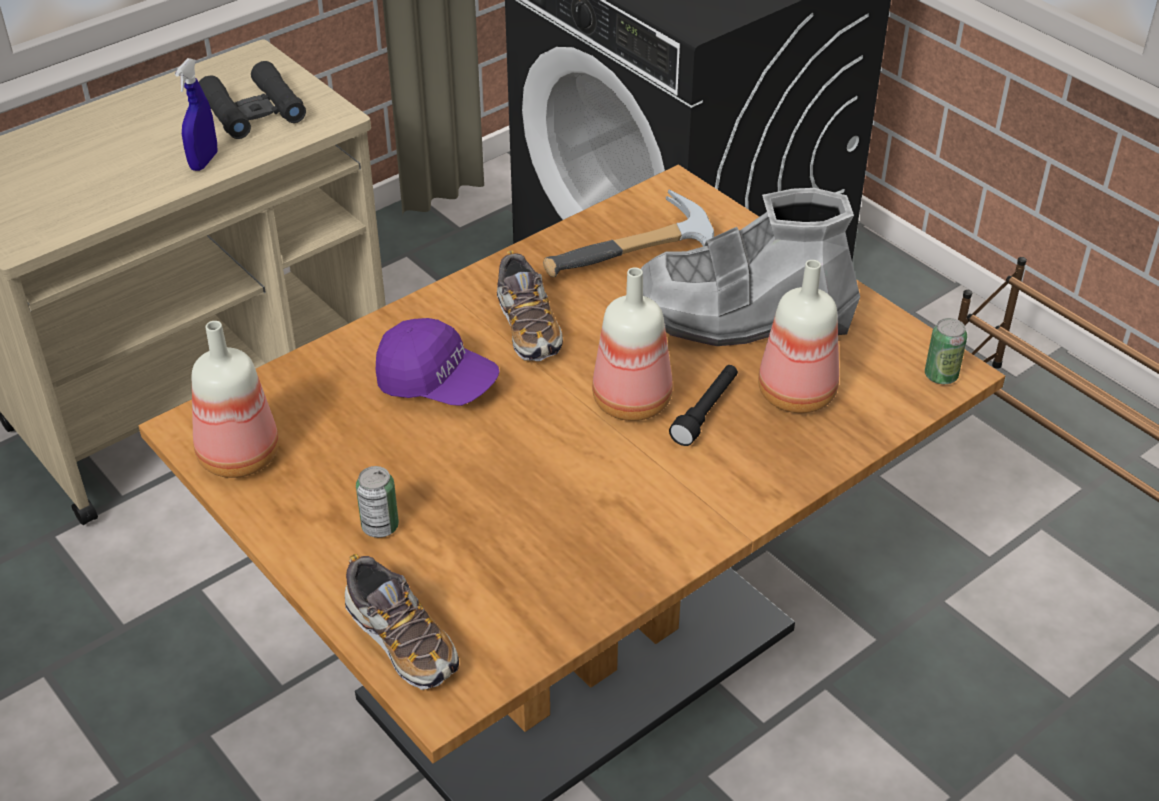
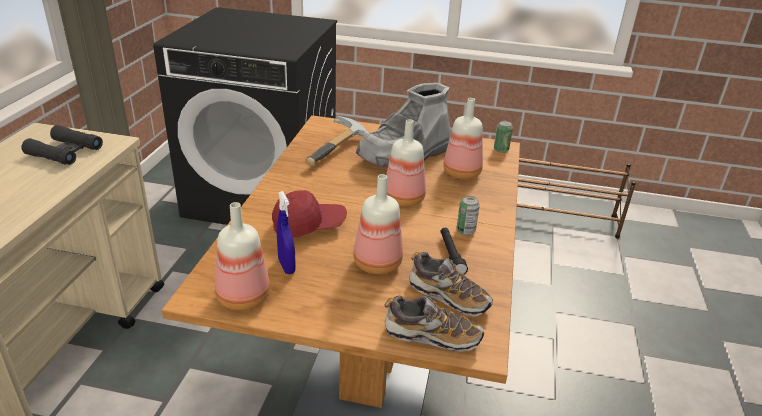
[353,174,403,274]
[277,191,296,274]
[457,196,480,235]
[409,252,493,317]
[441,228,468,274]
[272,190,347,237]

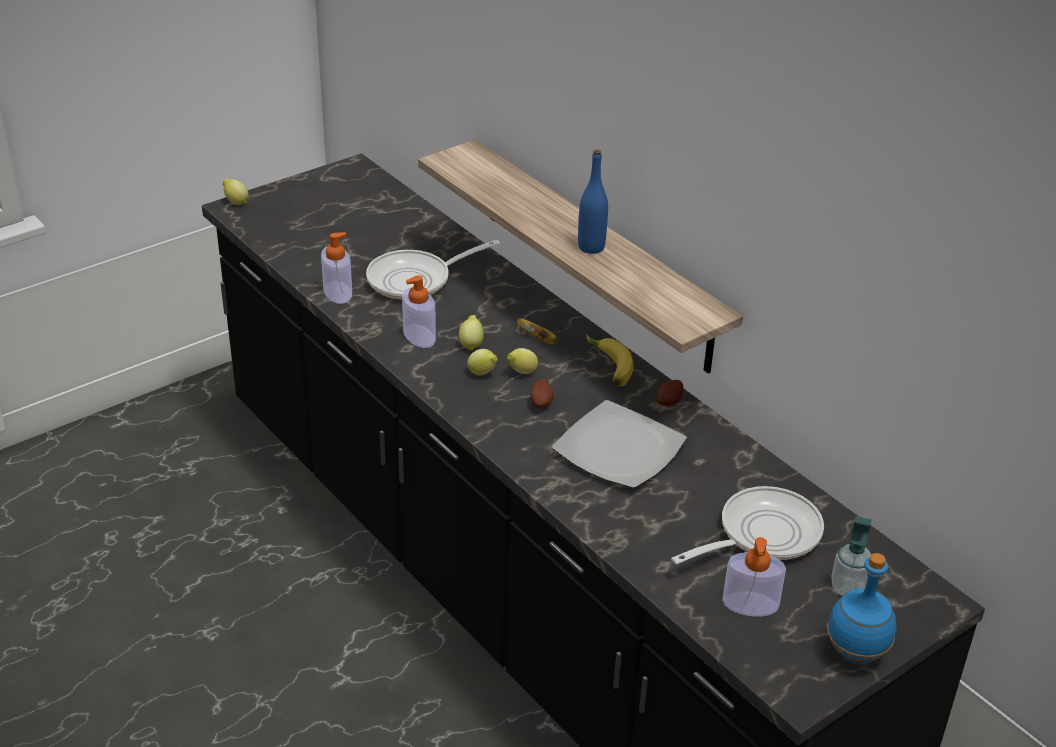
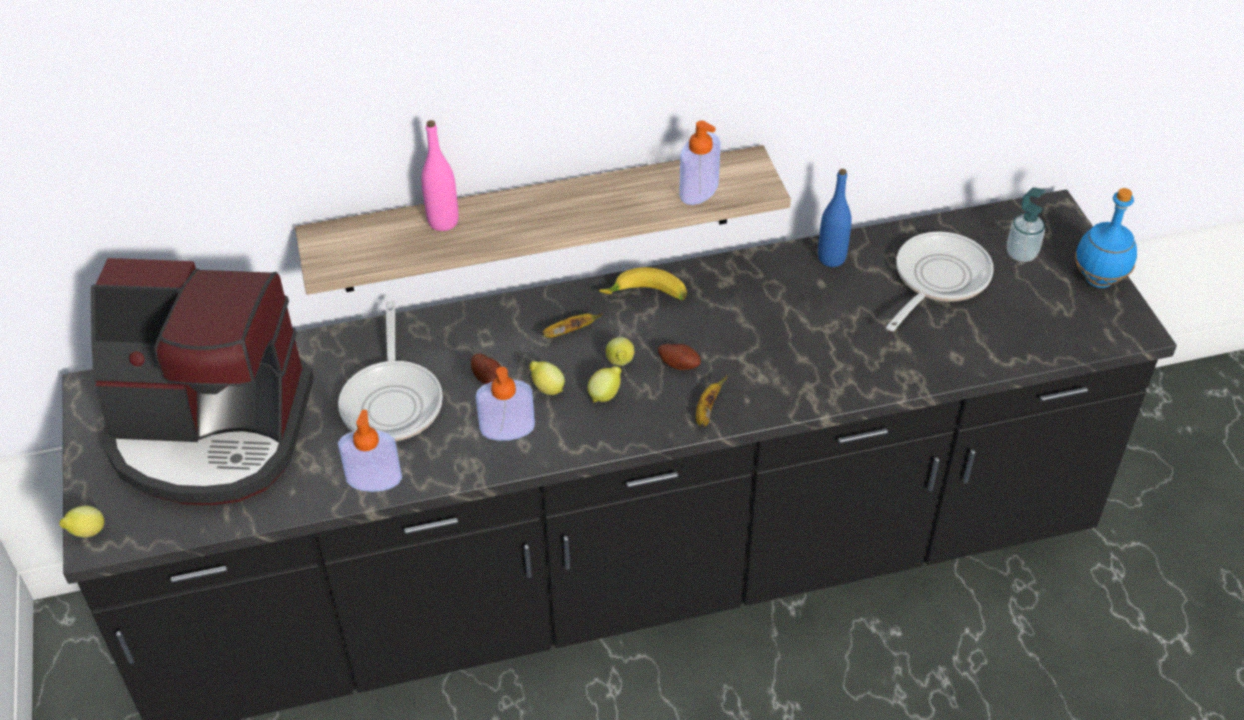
[552,400,687,488] (first image)
[91,258,314,505]
[421,120,458,231]
[696,375,727,427]
[818,169,852,267]
[471,353,501,384]
[679,121,721,205]
[886,231,994,331]

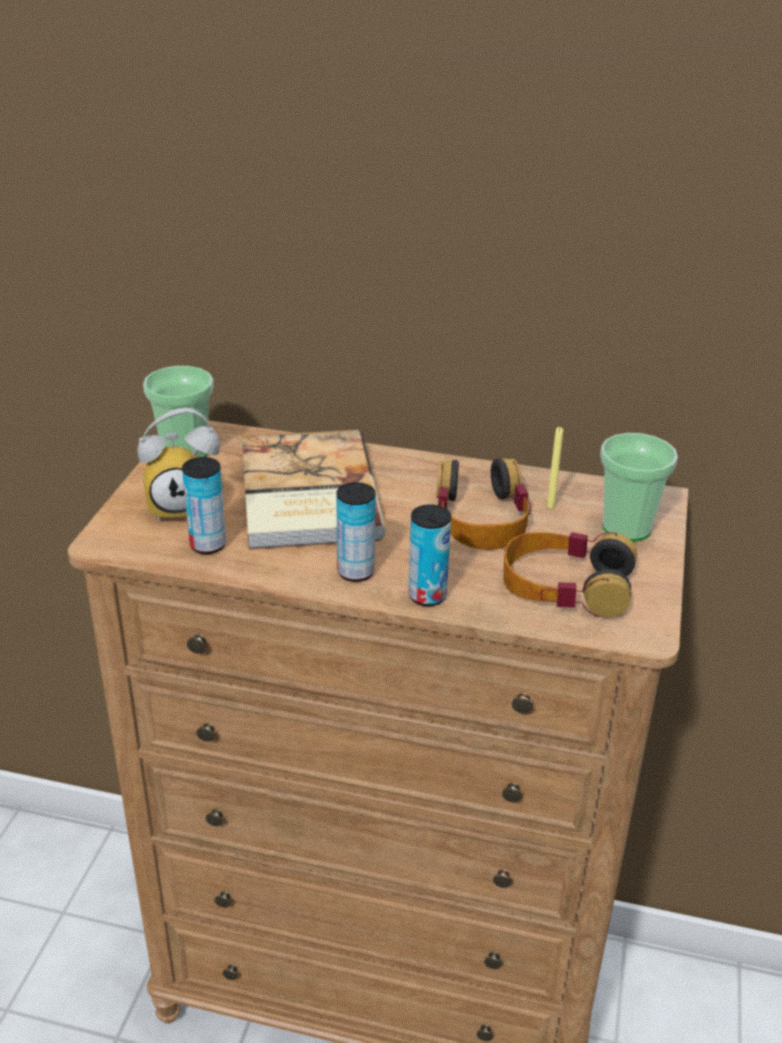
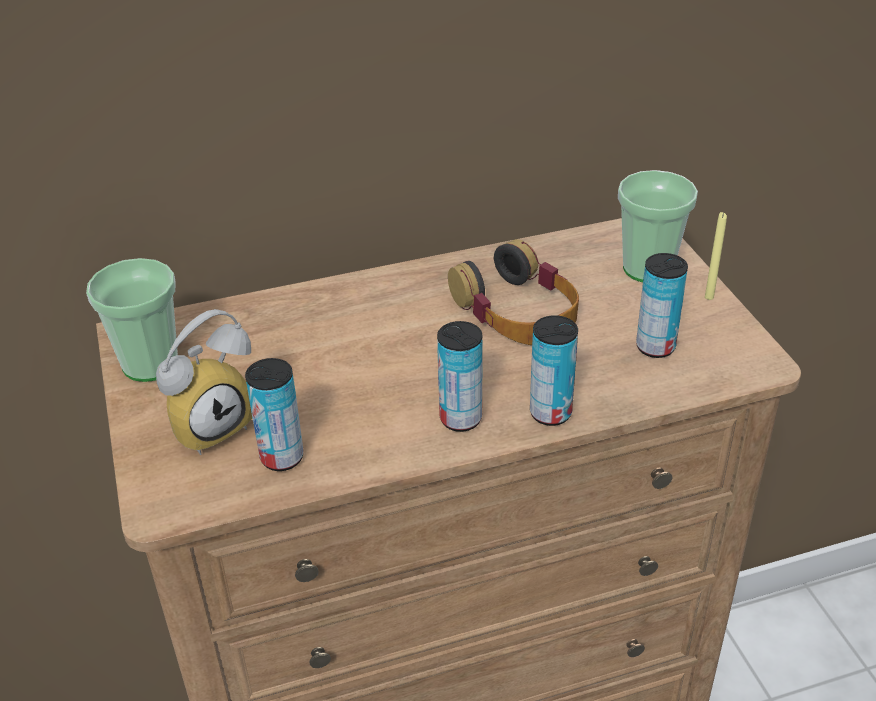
[242,430,386,550] (first image)
[705,212,727,300]
[636,253,688,358]

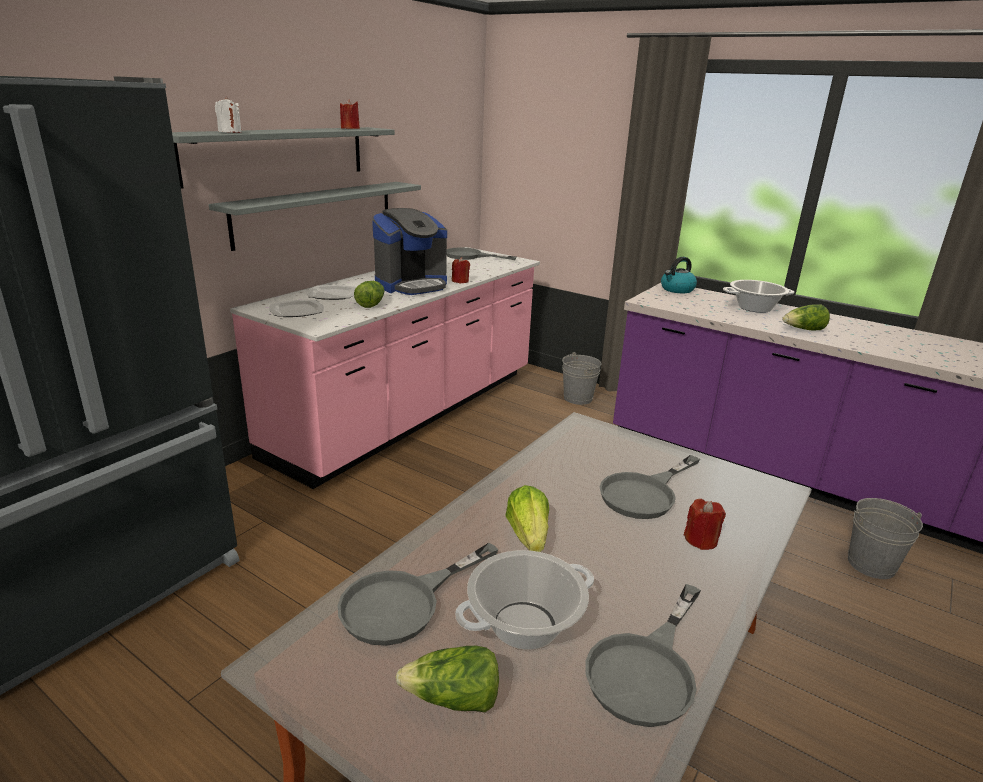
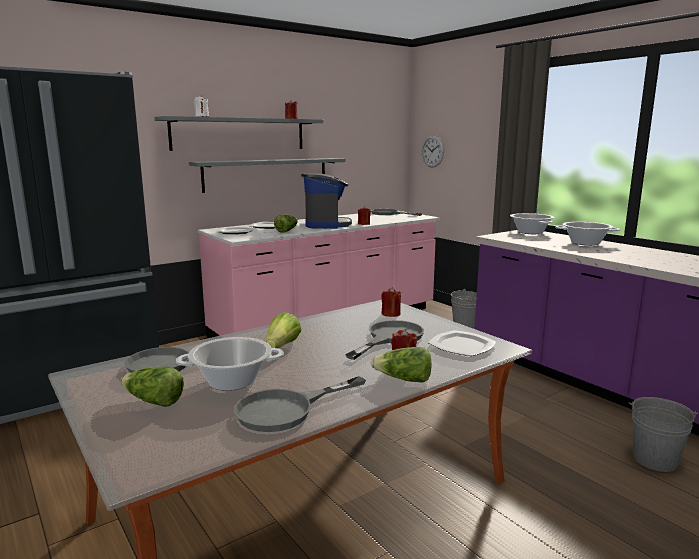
[381,287,401,317]
[422,135,444,167]
[428,330,496,356]
[371,347,432,383]
[510,213,554,234]
[301,173,352,229]
[345,320,424,360]

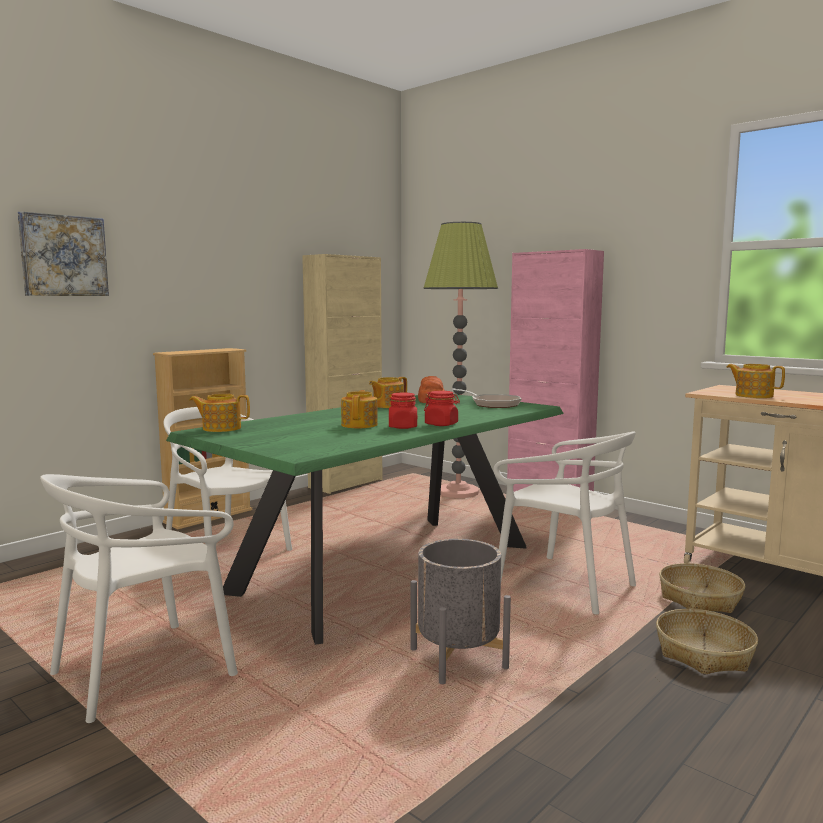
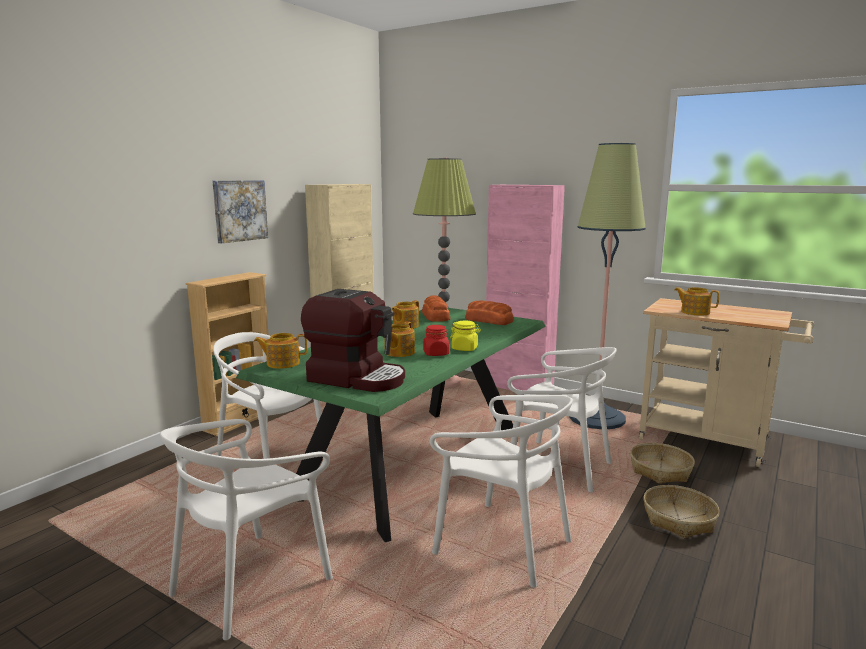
[301,289,405,392]
[569,143,646,429]
[212,180,268,244]
[430,395,573,588]
[465,300,514,325]
[450,321,481,351]
[384,322,415,357]

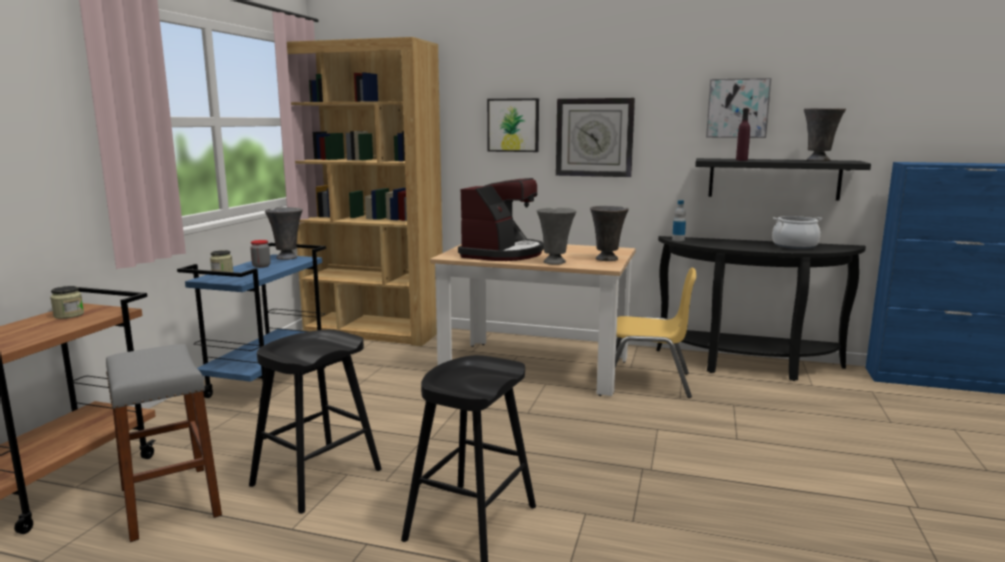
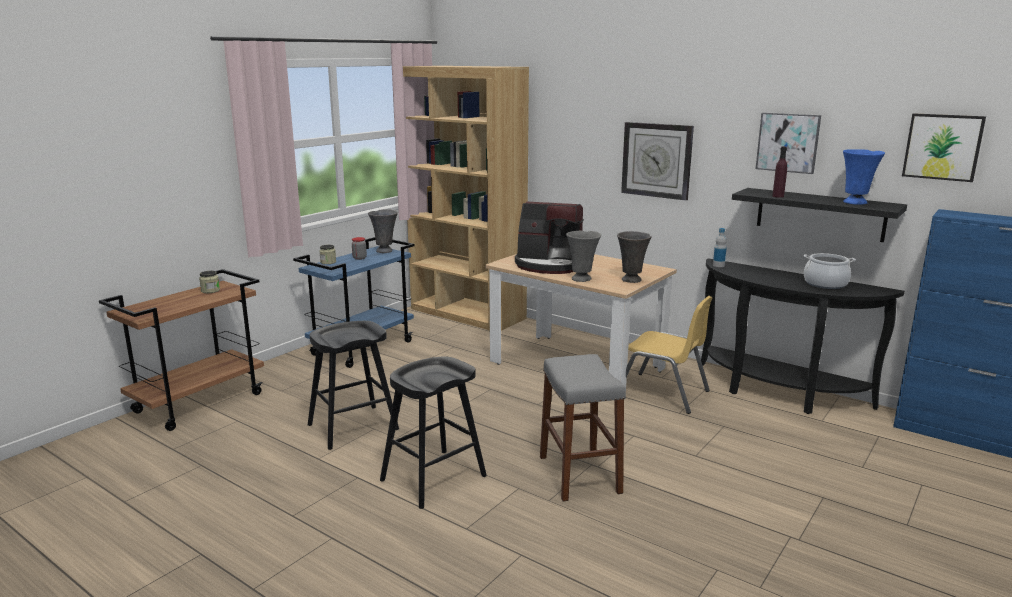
[540,354,626,501]
[902,113,986,182]
[843,149,885,205]
[515,202,584,274]

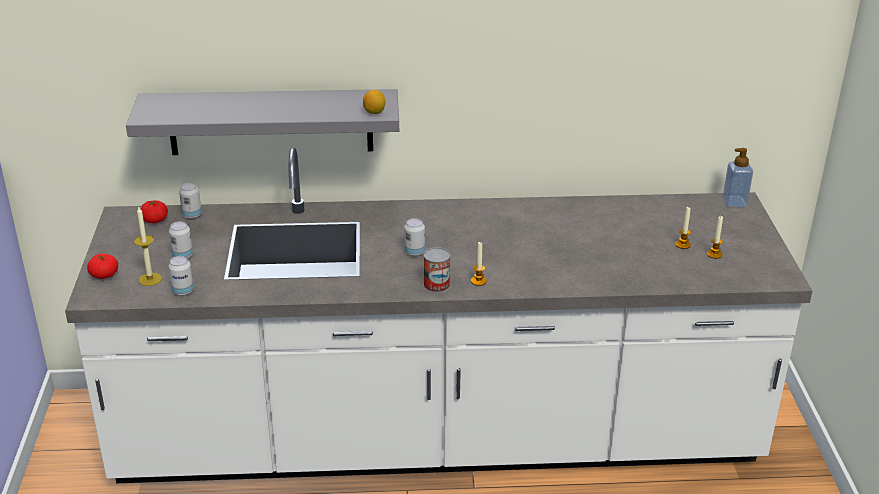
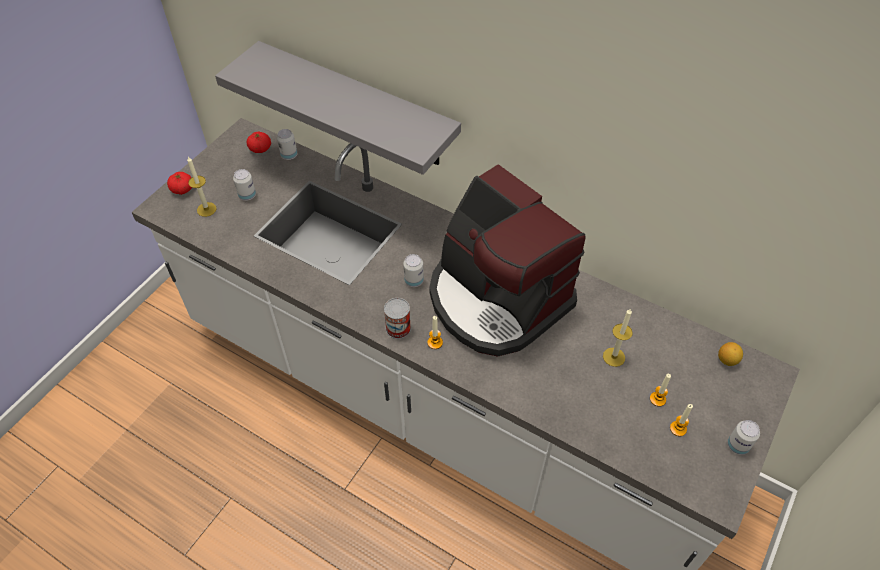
[723,148,753,207] (first image)
[430,164,586,357]
[603,308,633,367]
[727,420,760,455]
[718,342,743,366]

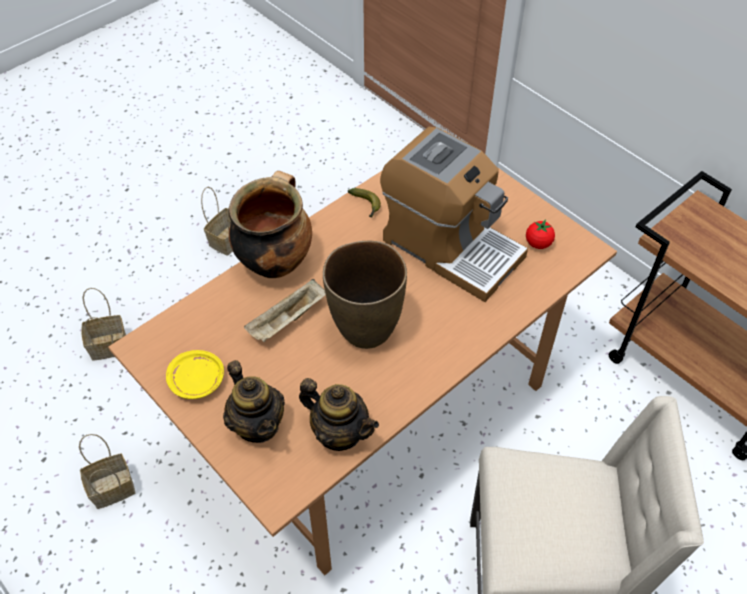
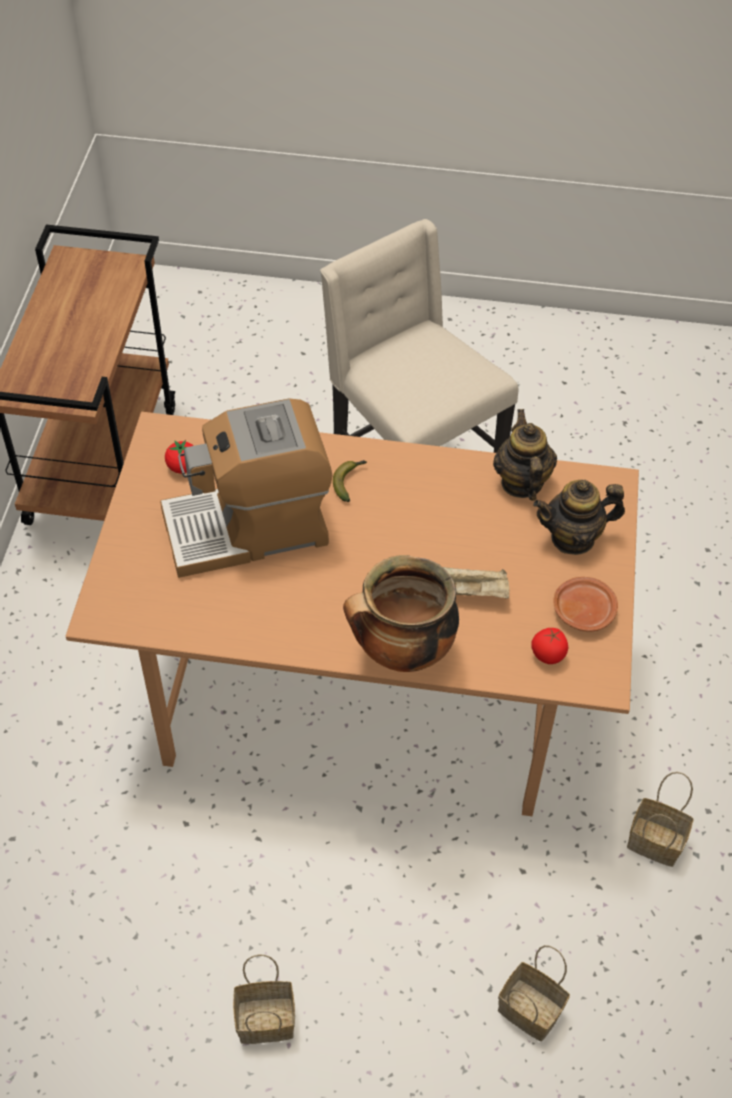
[323,241,407,349] (first image)
[531,628,568,664]
[333,460,367,502]
[553,577,618,632]
[533,480,625,555]
[160,398,332,578]

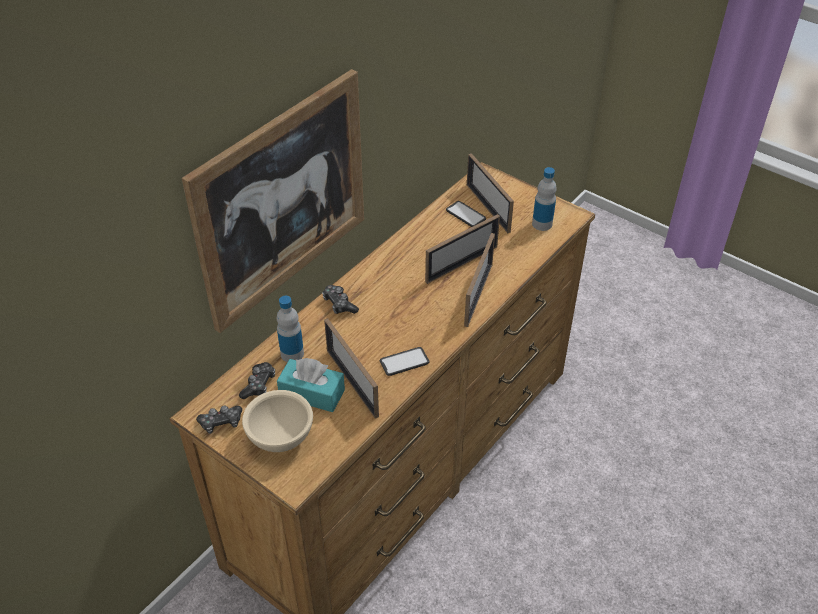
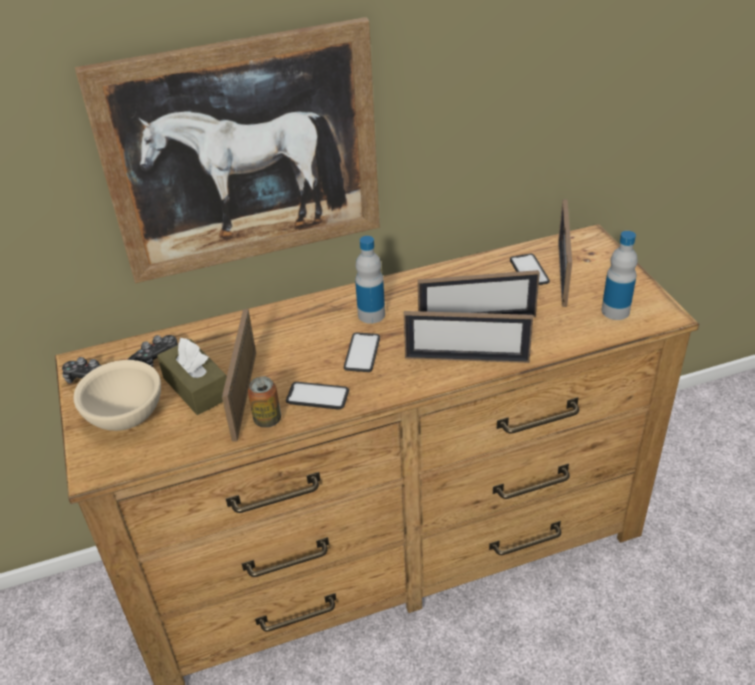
[322,285,359,314] (first image)
[248,376,281,428]
[344,332,380,372]
[355,236,385,324]
[157,338,227,415]
[404,311,533,363]

